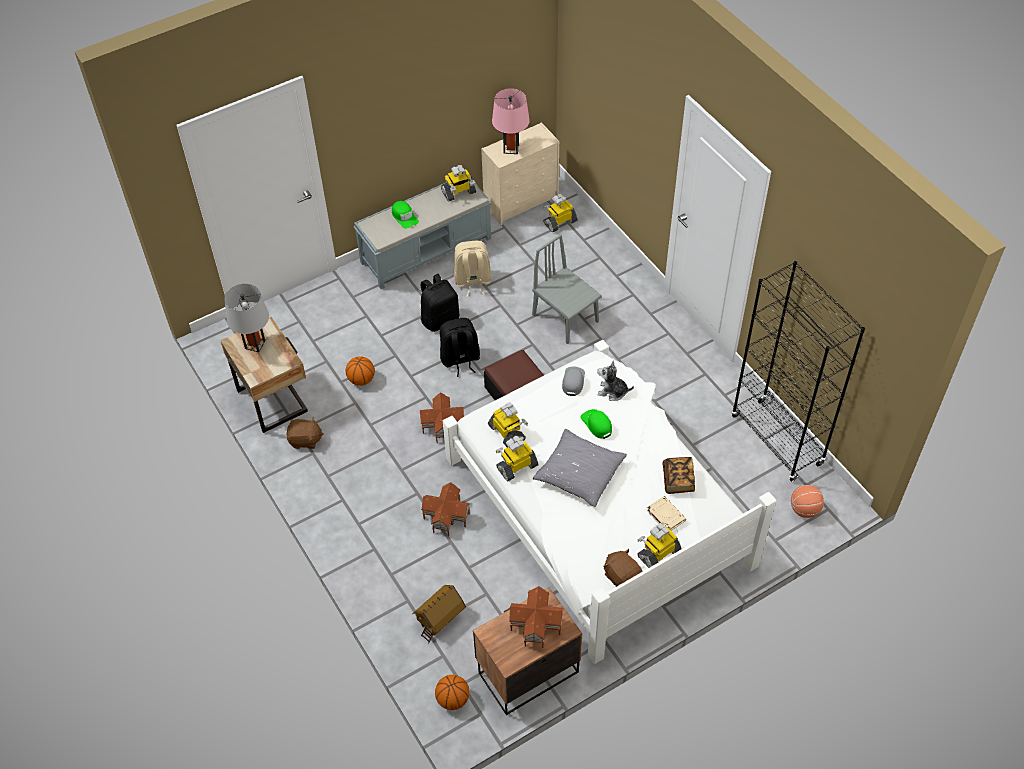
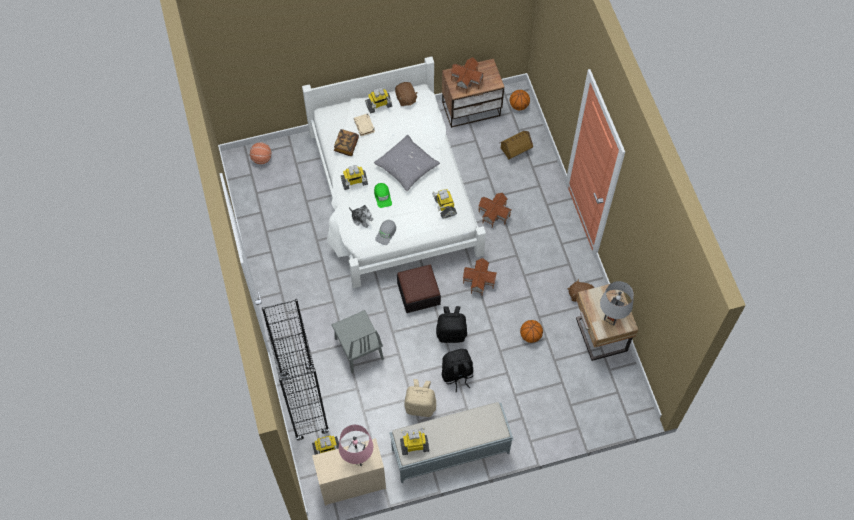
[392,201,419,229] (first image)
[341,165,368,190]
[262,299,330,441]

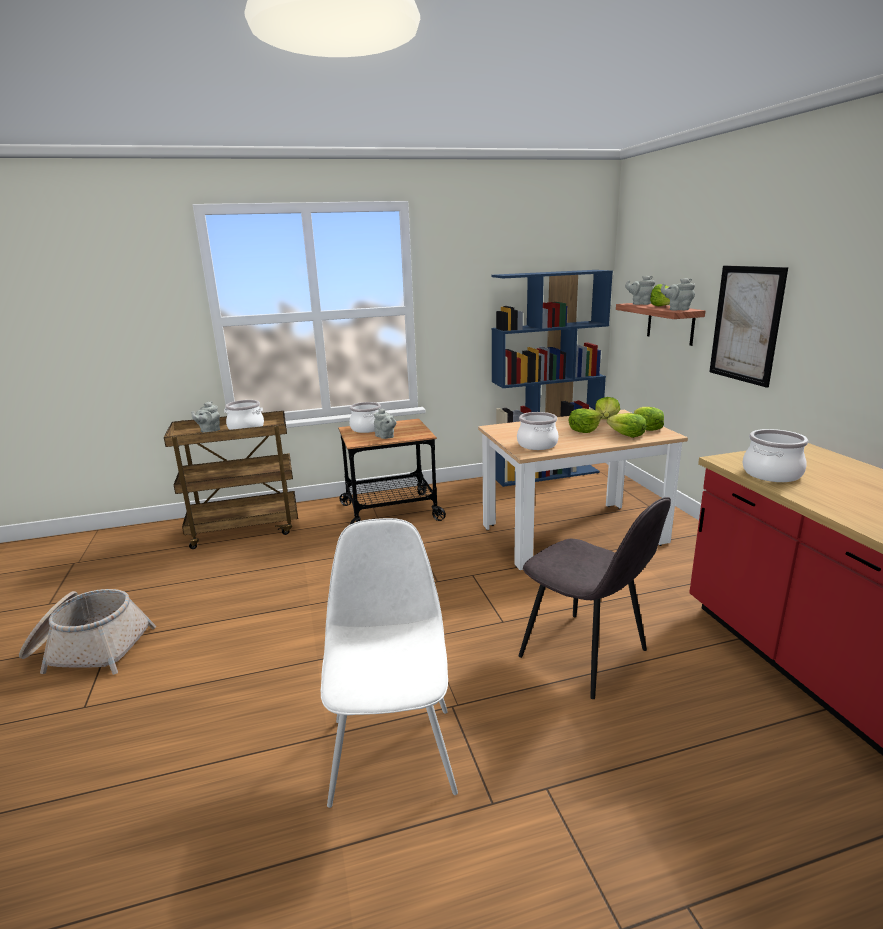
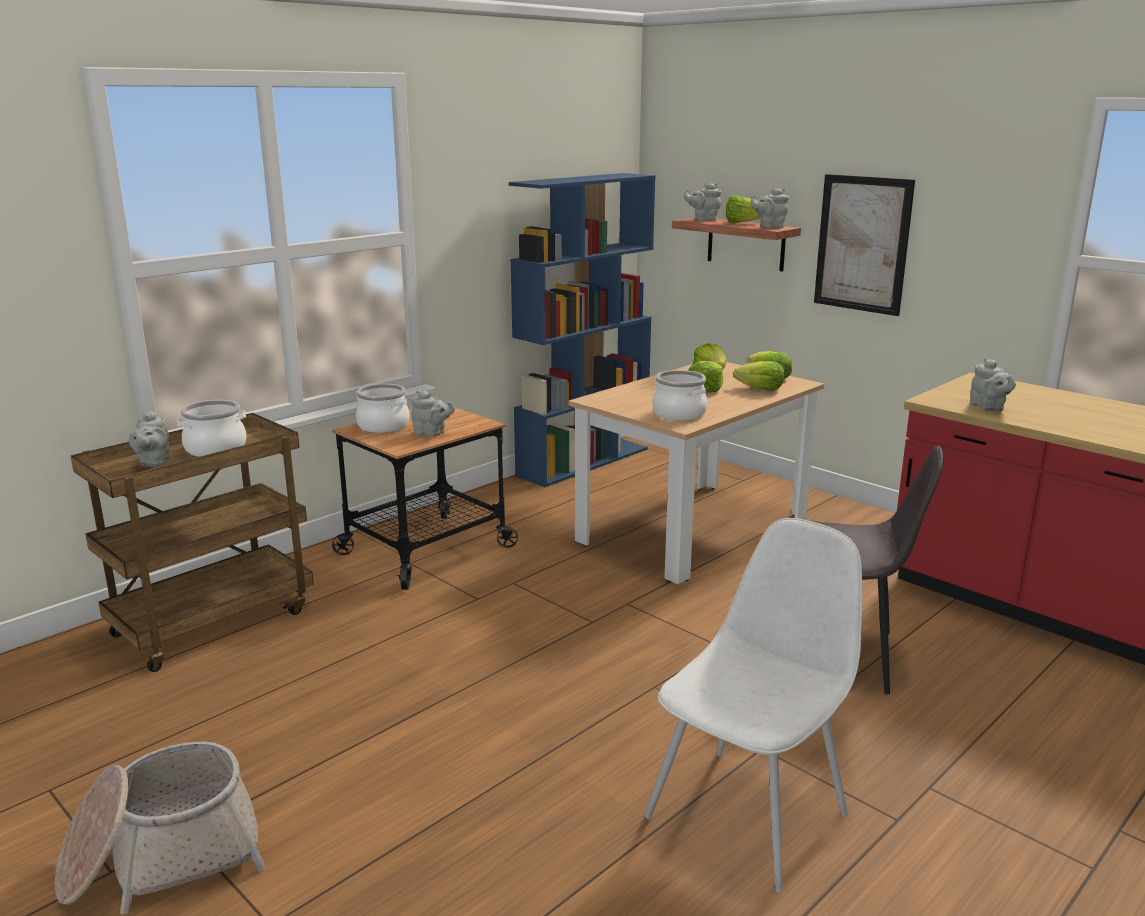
[970,358,1016,411]
[645,518,862,892]

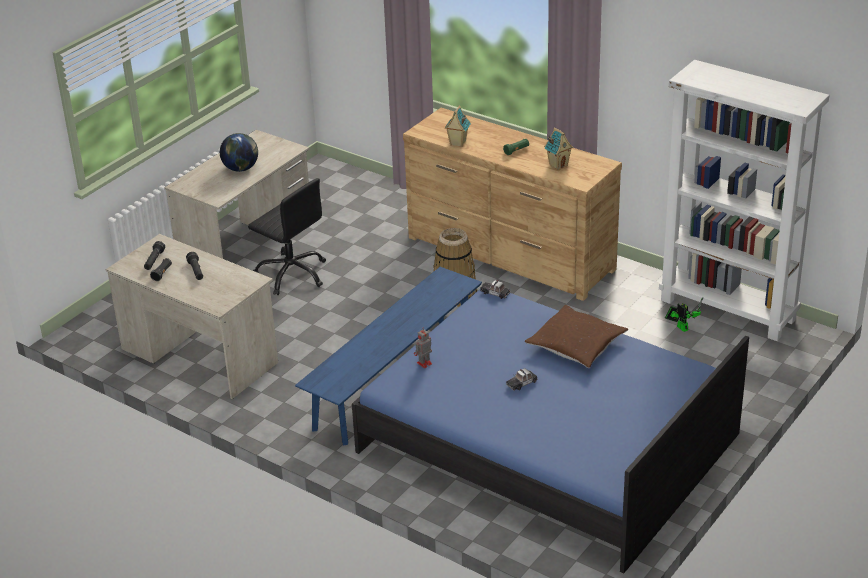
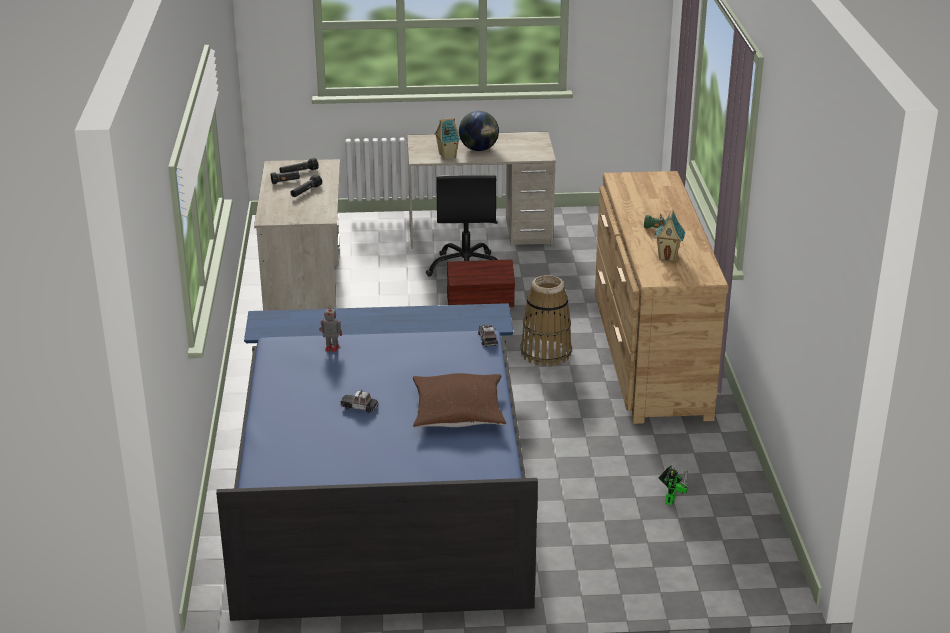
[659,60,829,341] (first image)
[447,259,515,307]
[435,118,460,159]

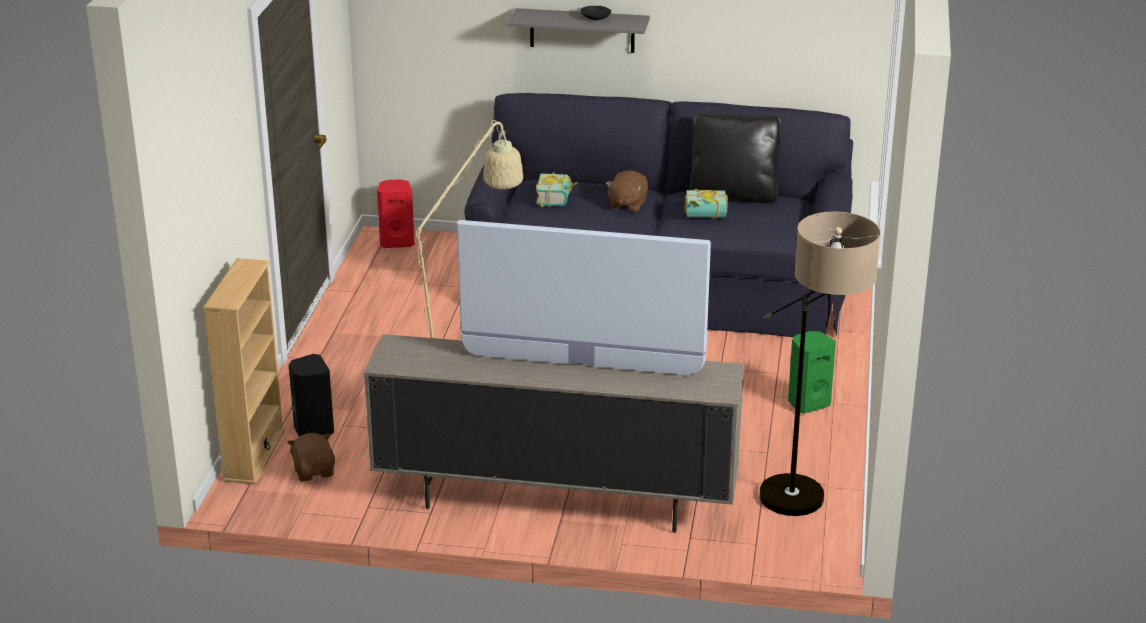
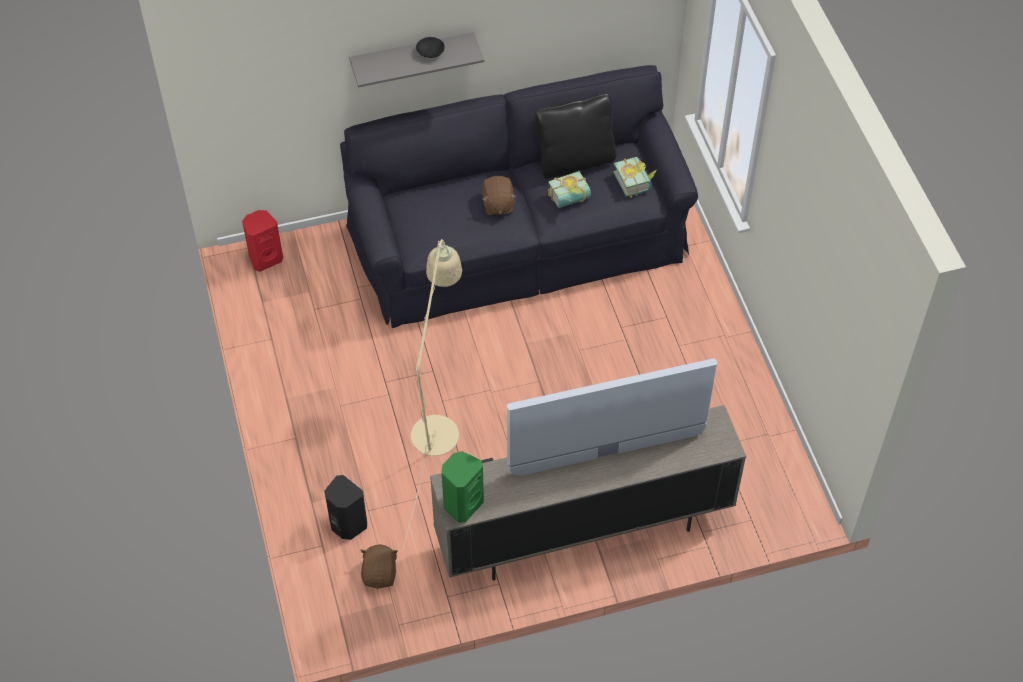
[203,258,285,485] (first image)
[760,211,881,516] (first image)
[613,157,657,198]
[442,451,484,523]
[360,544,398,589]

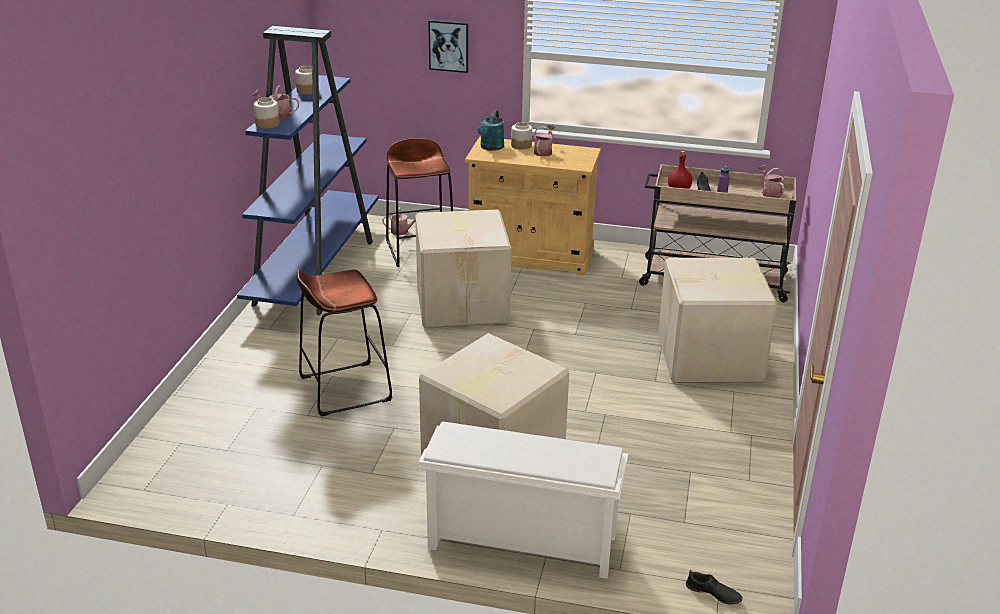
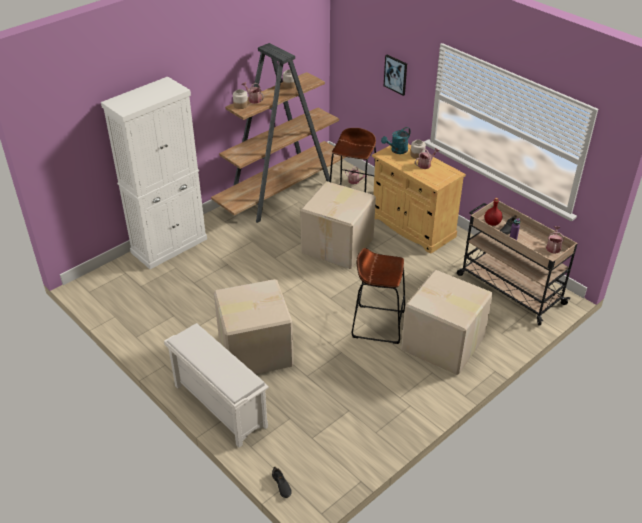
[101,77,207,269]
[352,248,405,344]
[211,43,346,223]

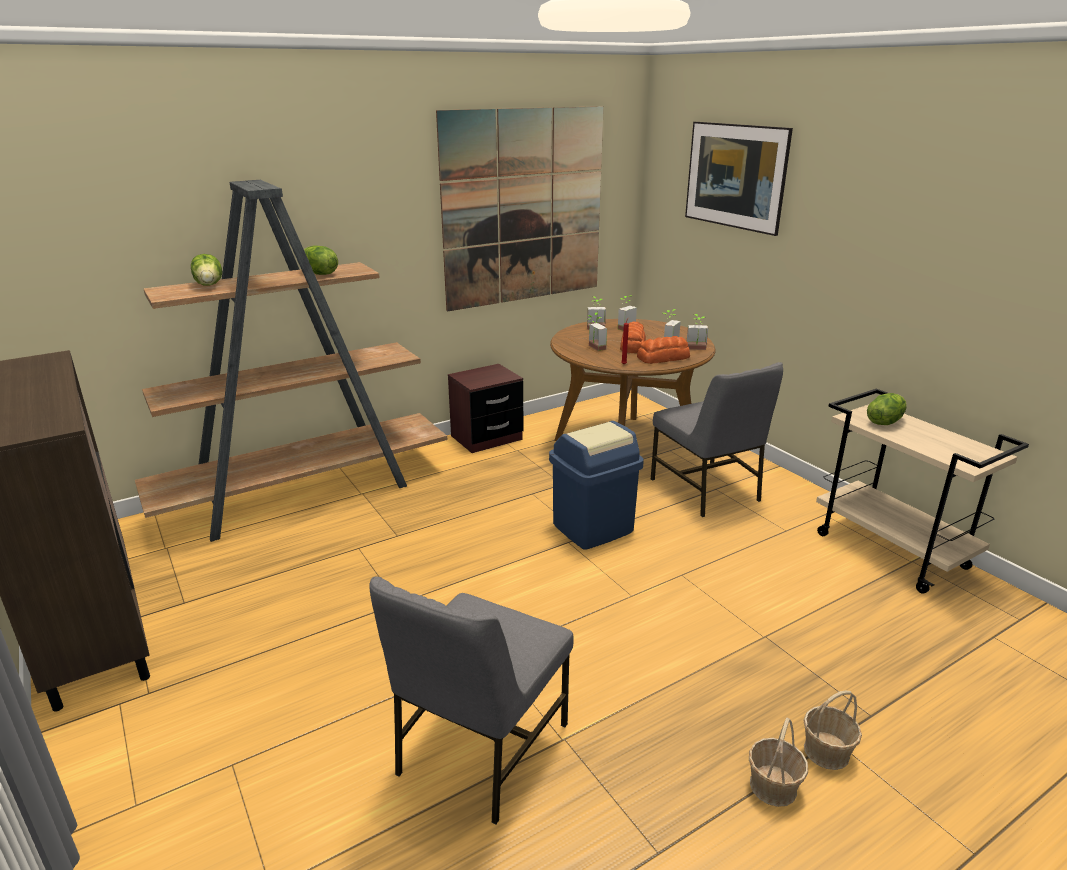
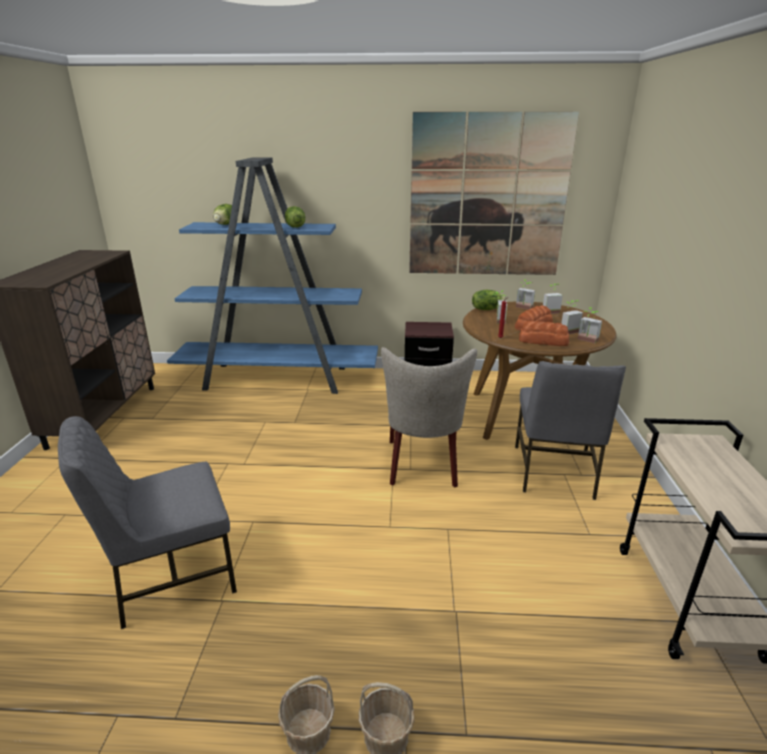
[685,122,793,236] (first image)
[472,290,507,310]
[381,347,477,488]
[167,157,378,394]

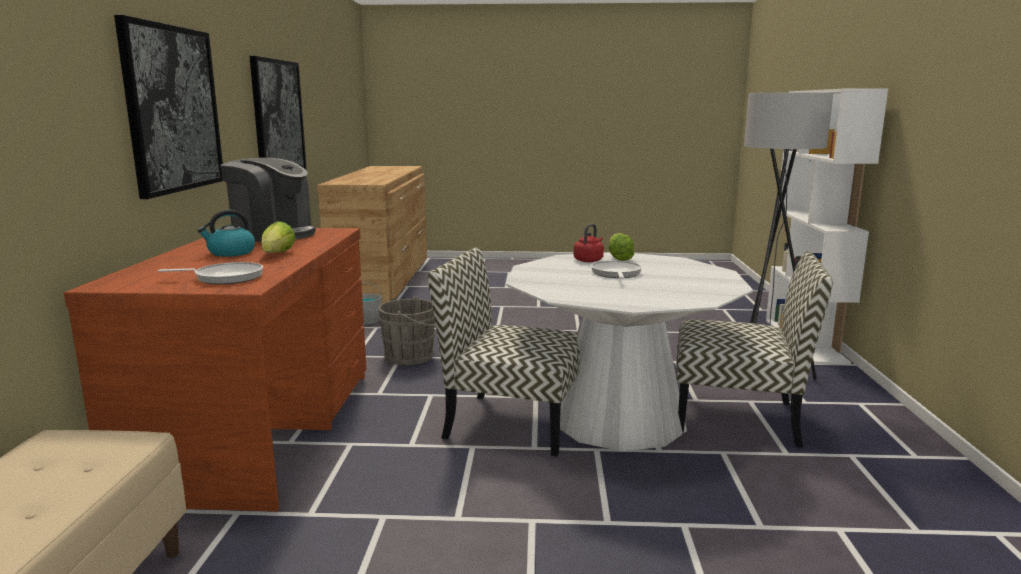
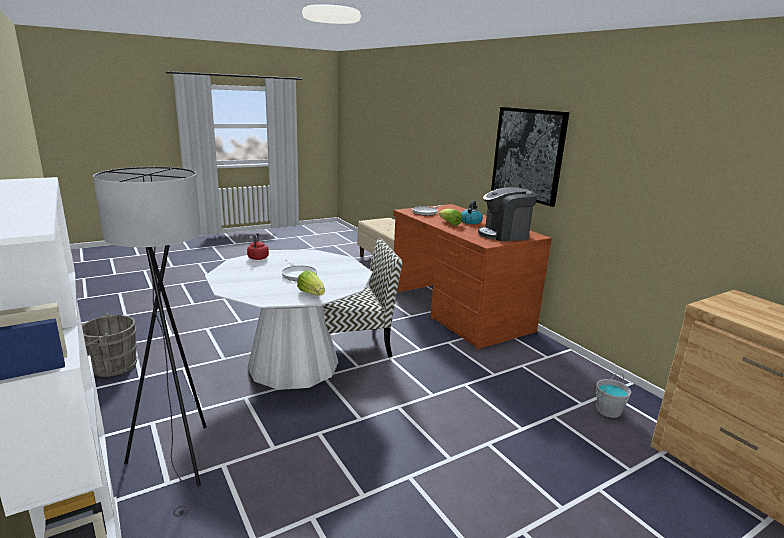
[249,56,307,171] (first image)
[676,251,833,448] (first image)
[82,313,138,377]
[247,233,269,260]

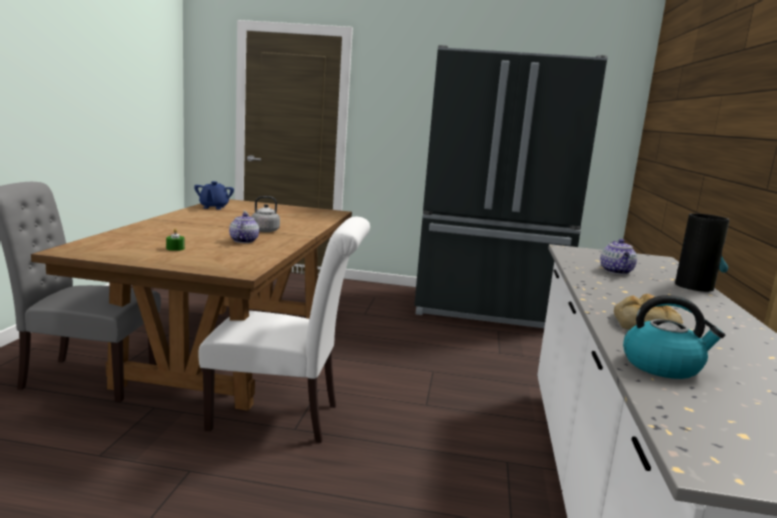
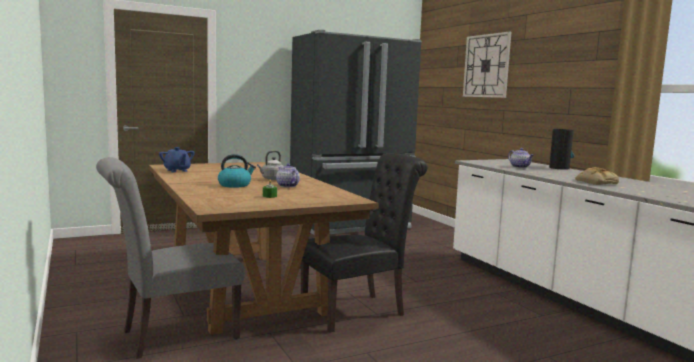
[463,31,511,98]
[218,154,256,188]
[301,153,428,333]

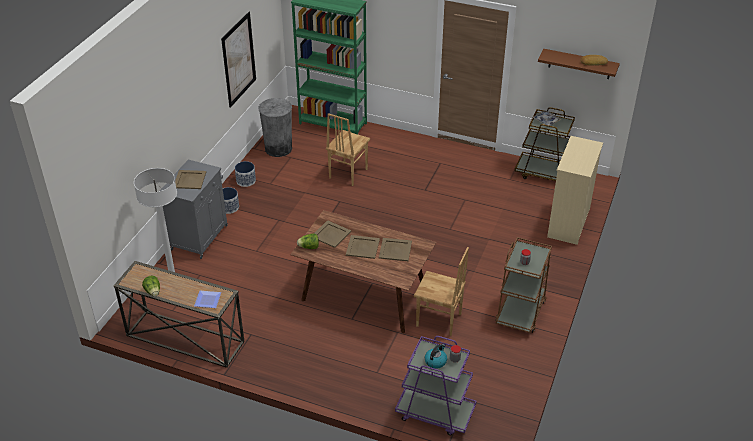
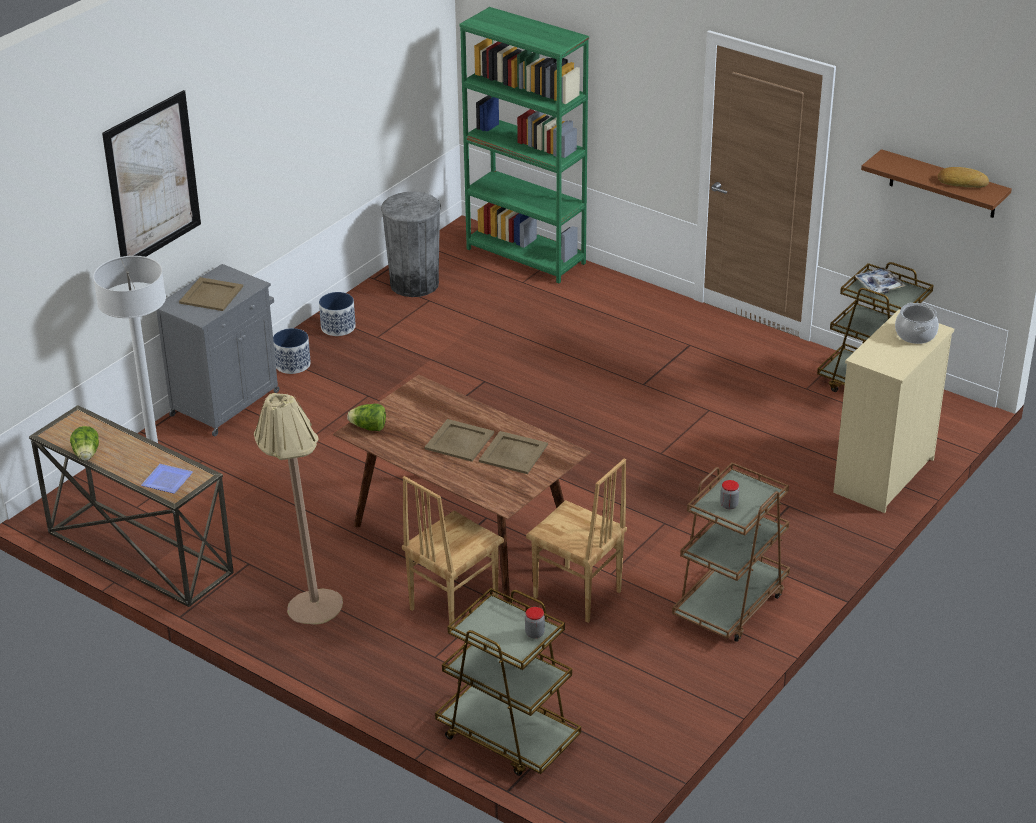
[314,220,351,248] (first image)
[425,344,447,369] (first image)
[254,393,343,624]
[895,303,939,344]
[102,90,201,257]
[402,476,504,630]
[435,588,581,776]

